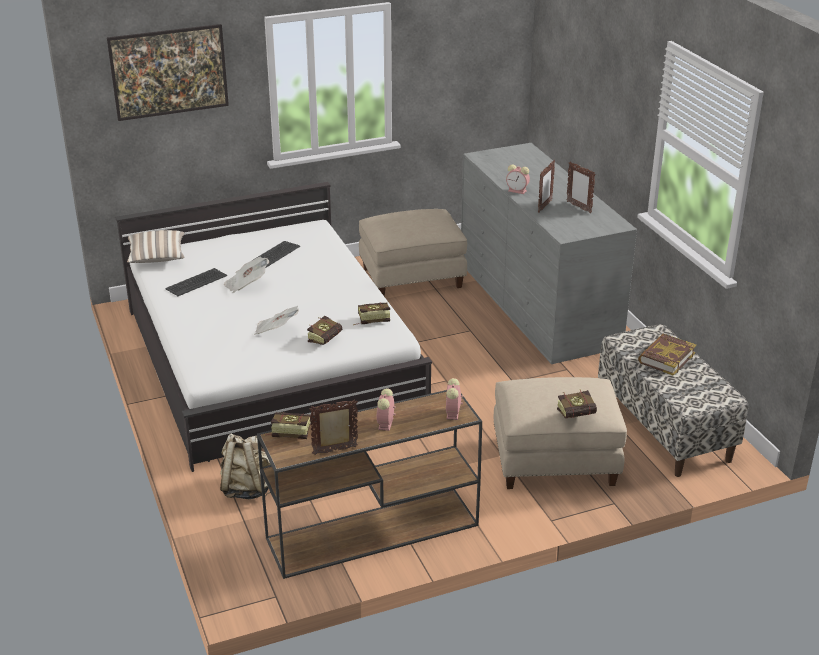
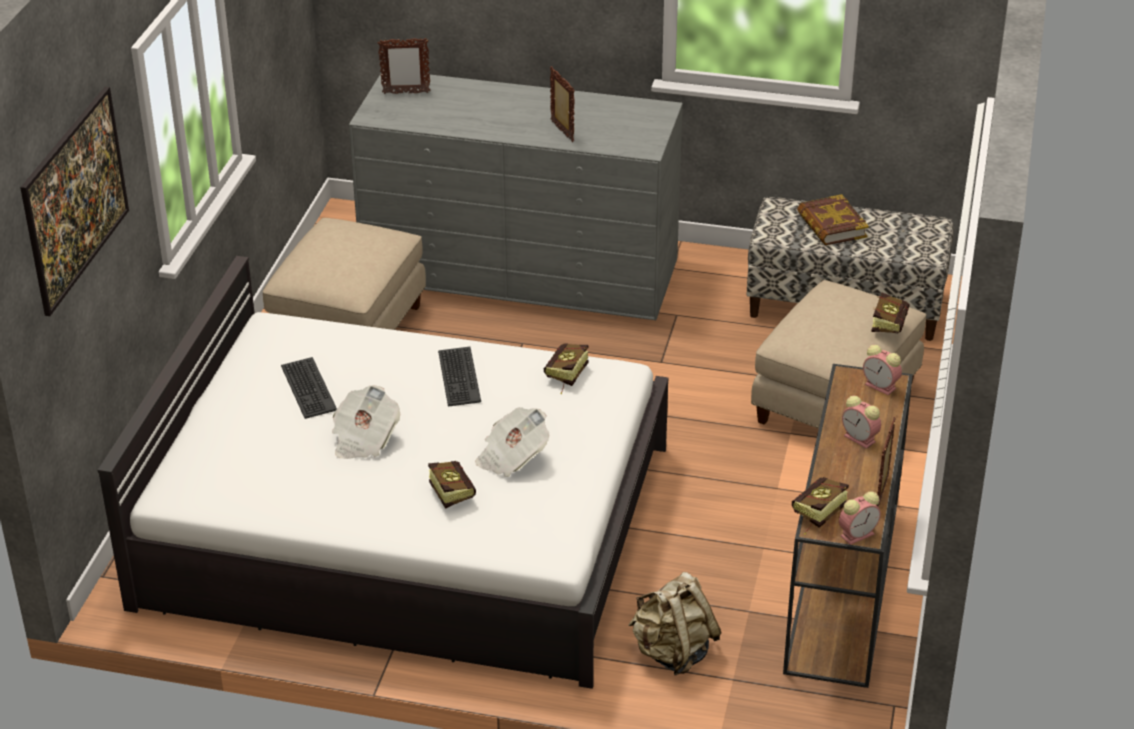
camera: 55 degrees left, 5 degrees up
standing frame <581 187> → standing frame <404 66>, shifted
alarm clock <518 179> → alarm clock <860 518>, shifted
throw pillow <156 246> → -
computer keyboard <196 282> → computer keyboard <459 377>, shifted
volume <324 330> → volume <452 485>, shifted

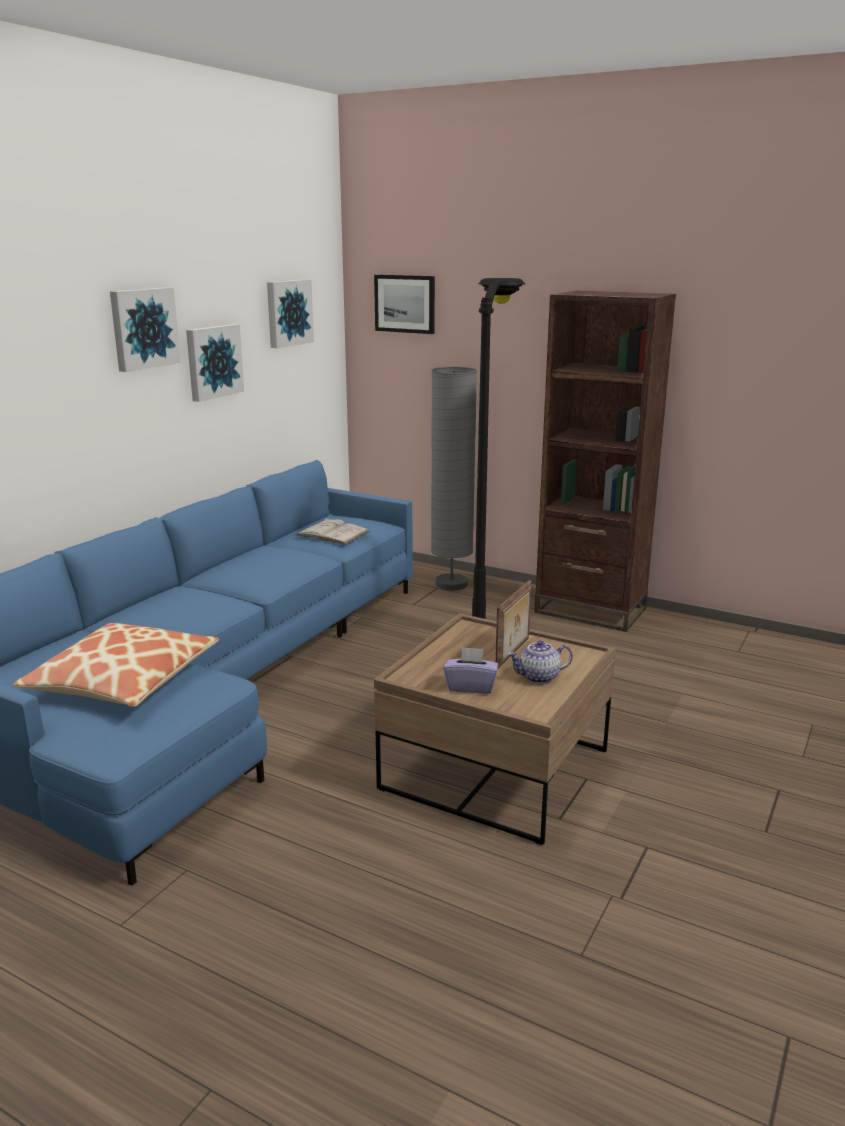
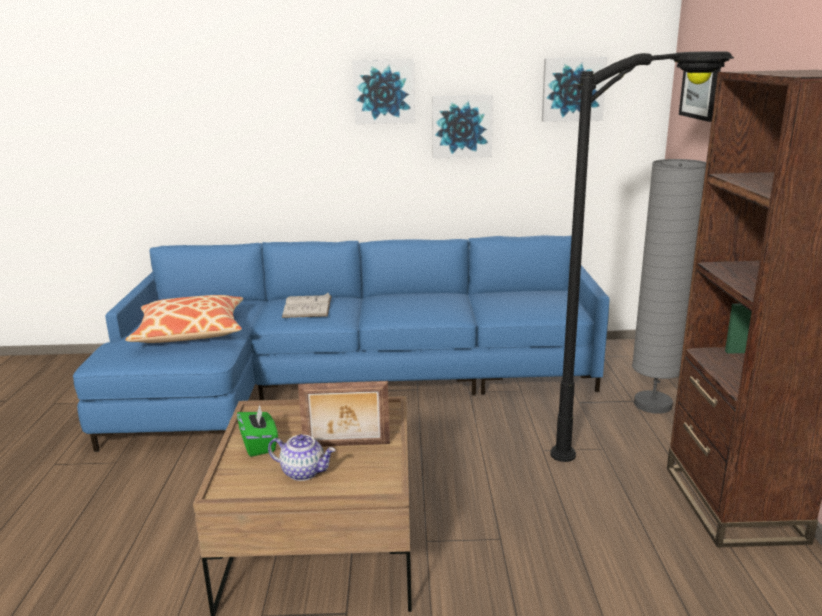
camera: 60 degrees right, 0 degrees up
volume in white-coloured <333 531> → volume in white-coloured <307 305>, shifted
teapot <540 662> → teapot <302 457>, 150 degrees clockwise
tissue holder in purplish <470 670> → tissue holder in green-coloured <257 430>

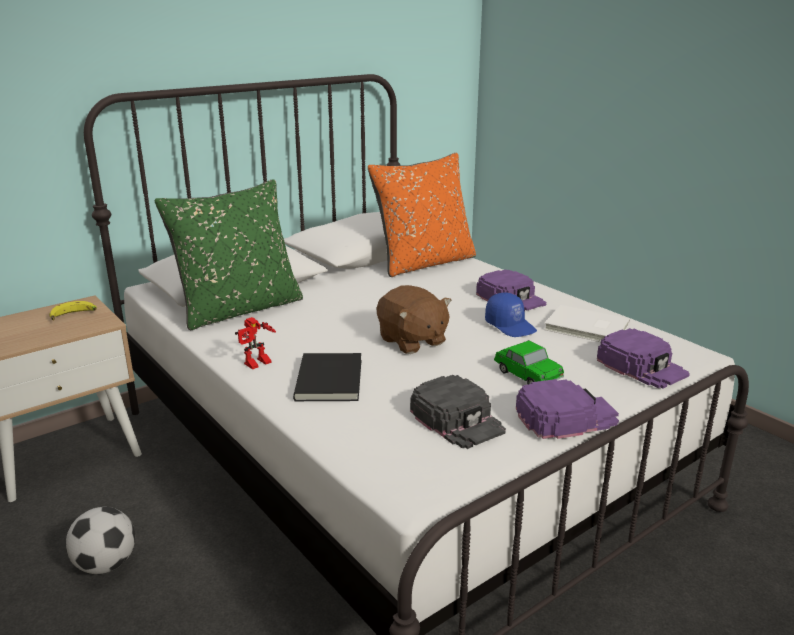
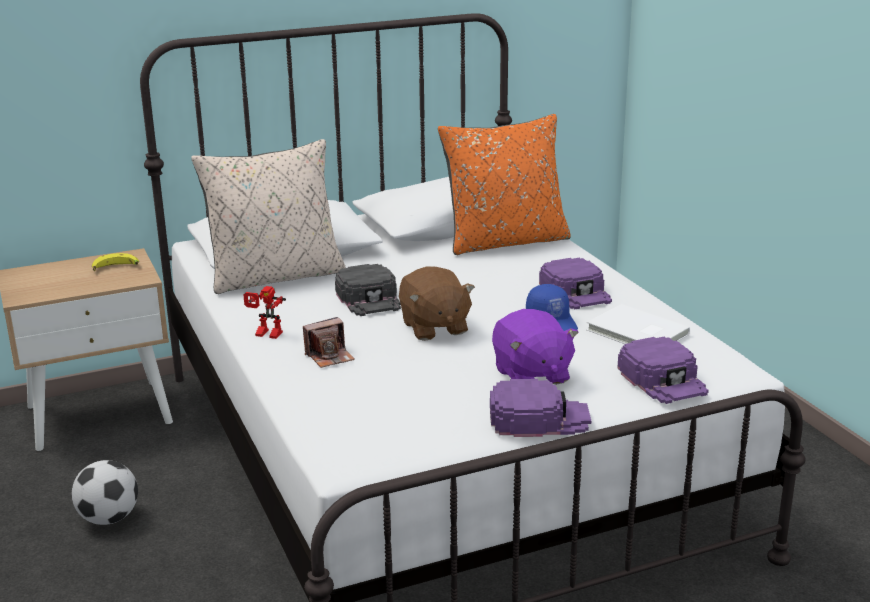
camera: 15 degrees right, 0 degrees up
throw pillow in green-coloured <229 254> → throw pillow in sand-coloured <268 216>
toy robot <255 343> → toy robot <265 312>, 45 degrees clockwise
miniature car <529 362> → soft toy in purplish <535 347>
volume in black <327 377> → still camera <329 342>
baseball cap in black <458 412> → baseball cap in black <368 290>, shifted

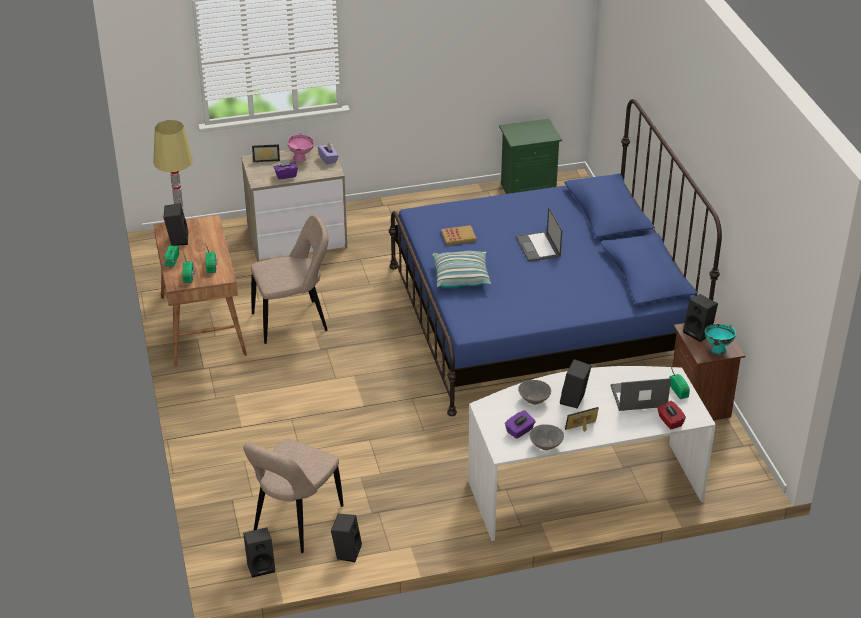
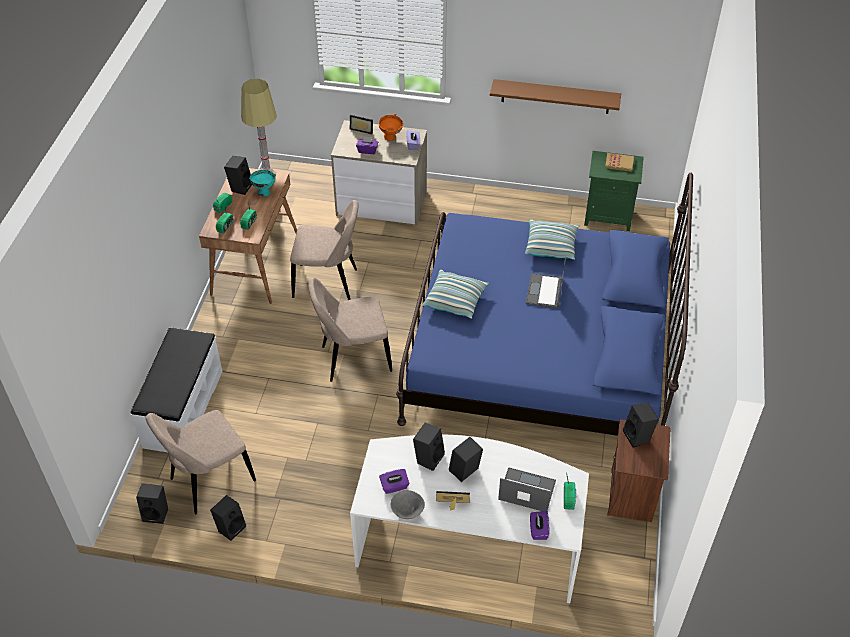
camera: 25 degrees right, 10 degrees up
serving bowl in pinkish <300 147> → serving bowl in orange-coloured <391 127>
volume <458 235> → volume <619 162>, shifted
serving bowl in turquoise-coloured <720 339> → serving bowl in turquoise-coloured <262 183>, shifted
serving bowl in greyish <534 392> → audio speaker in black <429 447>
tissue holder in reddish <671 415> → tissue holder in purplish <540 525>
- → bracket shelf in brown-coloured <555 96>
- → throw pillow <552 239>
- → upright chair in sand-coloured <350 330>
- → bench in white-coloured <177 389>

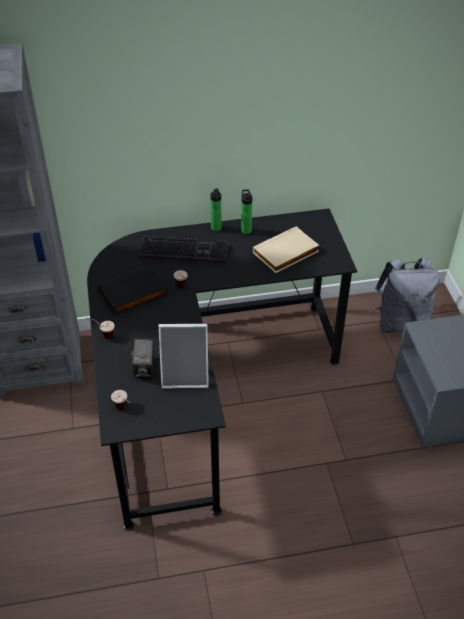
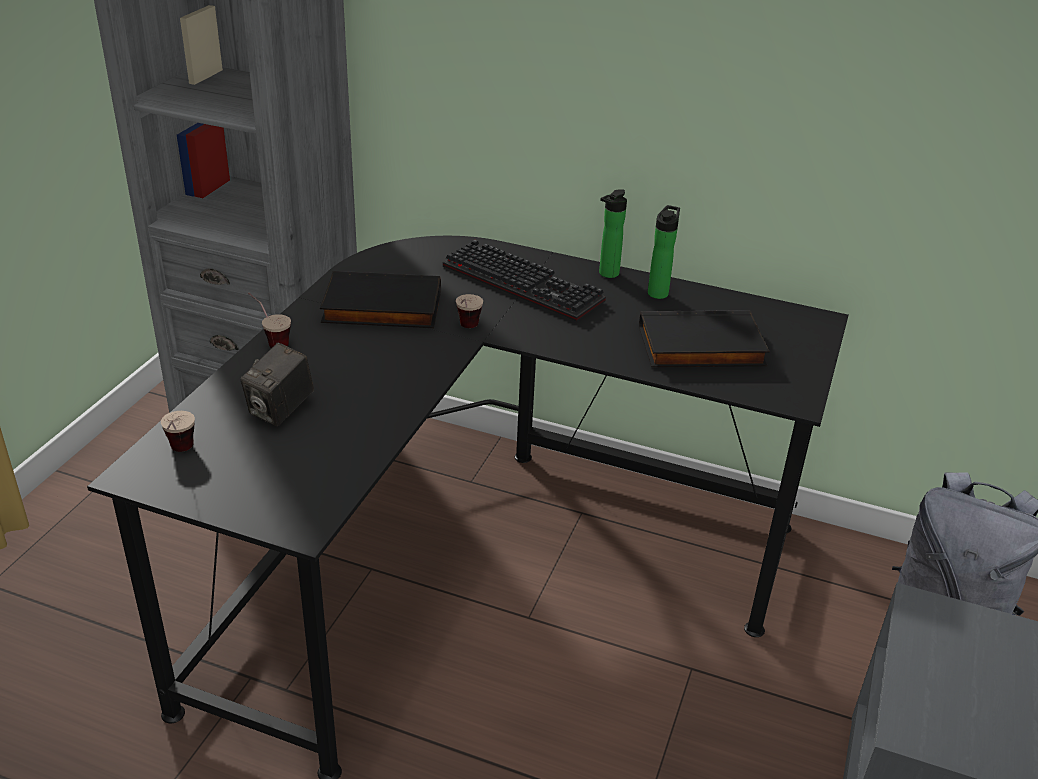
camera: 30 degrees right, 10 degrees down
volume in sand-coloured <286 249> → volume in black <704 339>
standing frame <184 356> → -

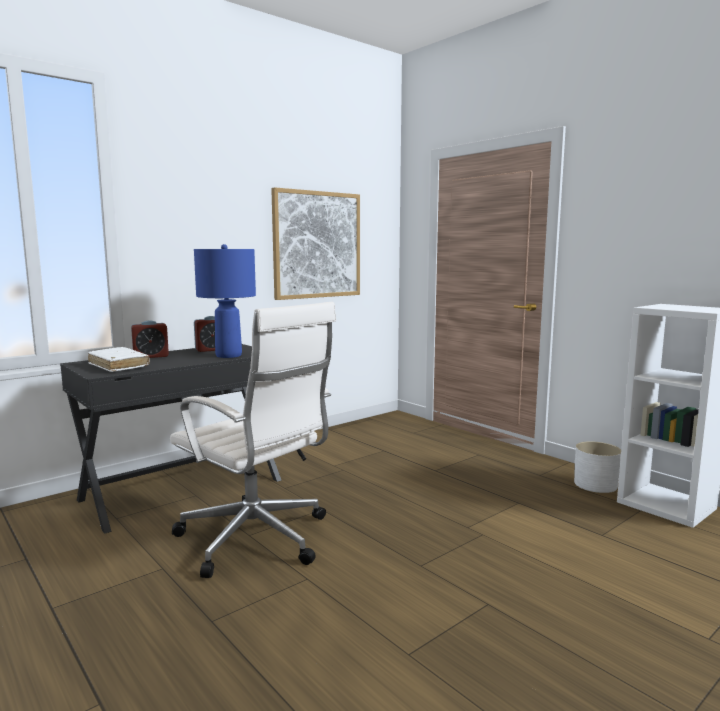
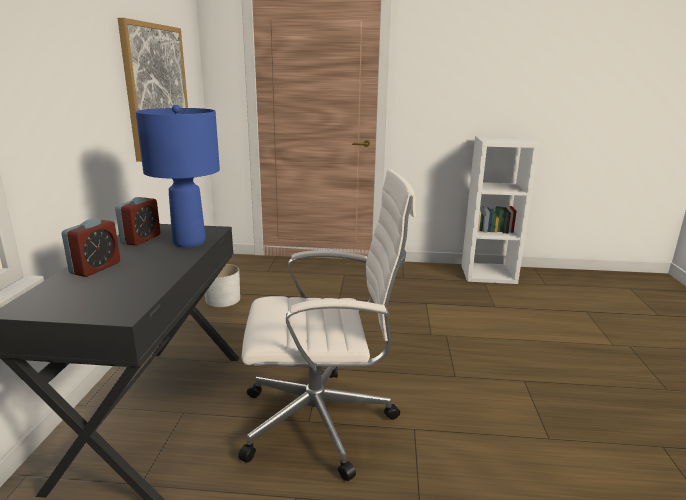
camera: 45 degrees left, 10 degrees up
volume in white-coloured <119 359> → -
planter in white-coloured <597 467> → planter in white-coloured <222 285>, shifted

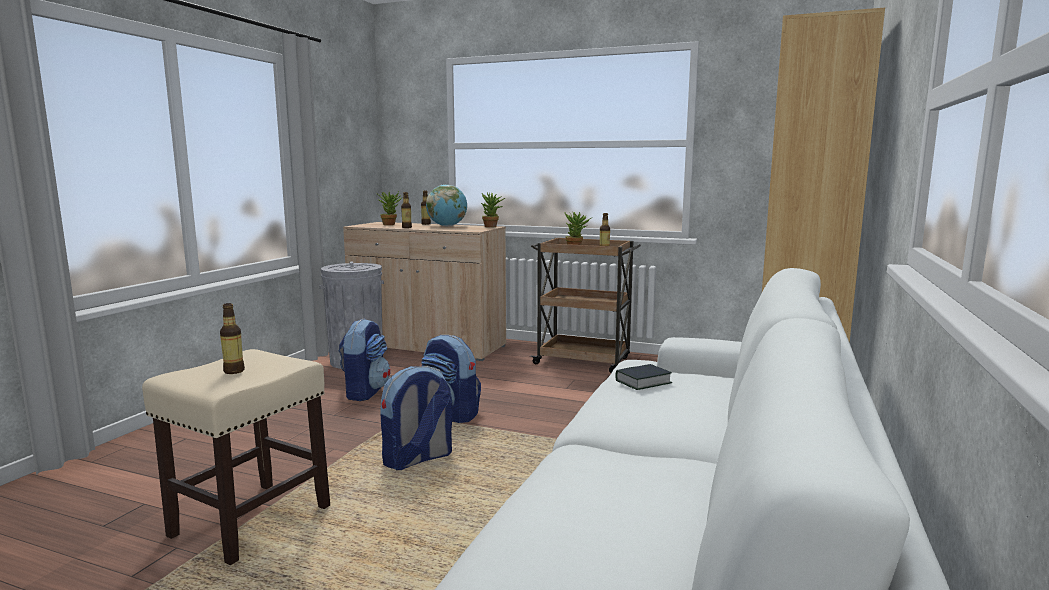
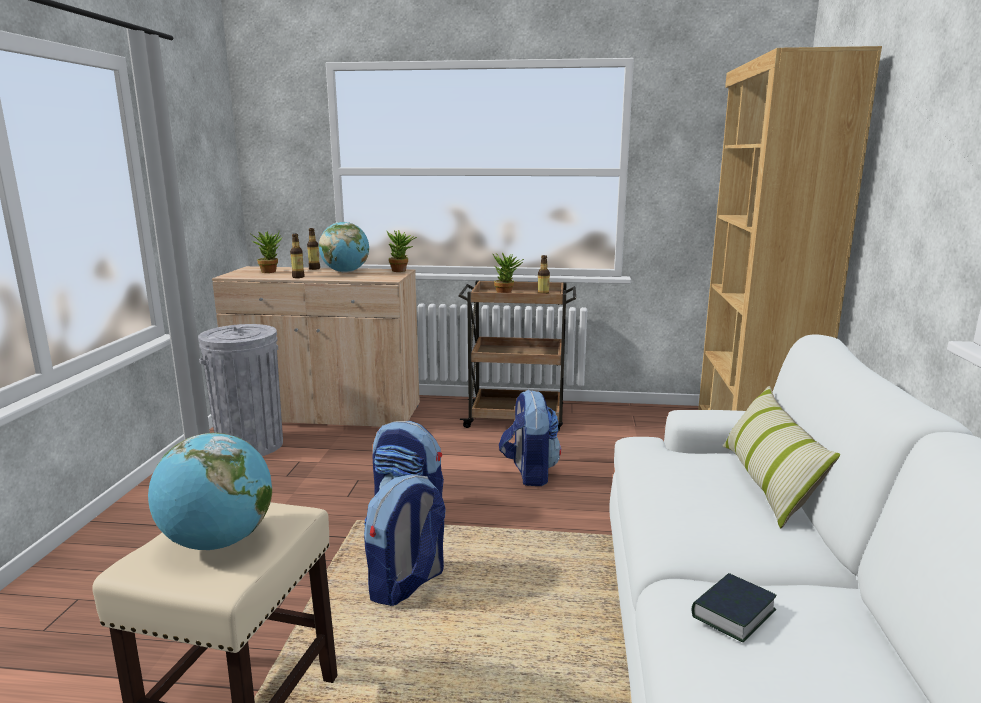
camera: 15 degrees left, 5 degrees up
bottle <232 338> → world globe <210 491>
backpack <364 360> → backpack <530 437>, shifted
volume <643 377> → volume <734 607>, shifted
- → throw pillow <781 457>

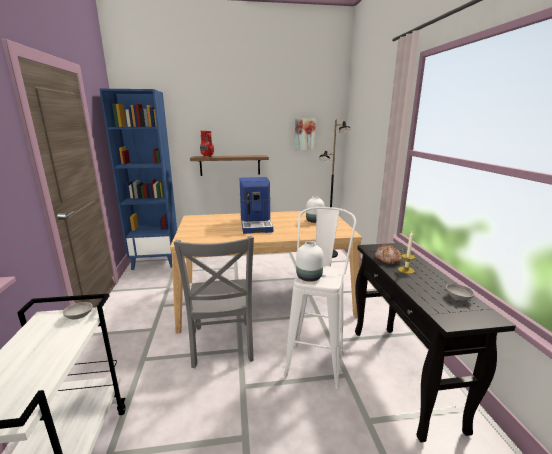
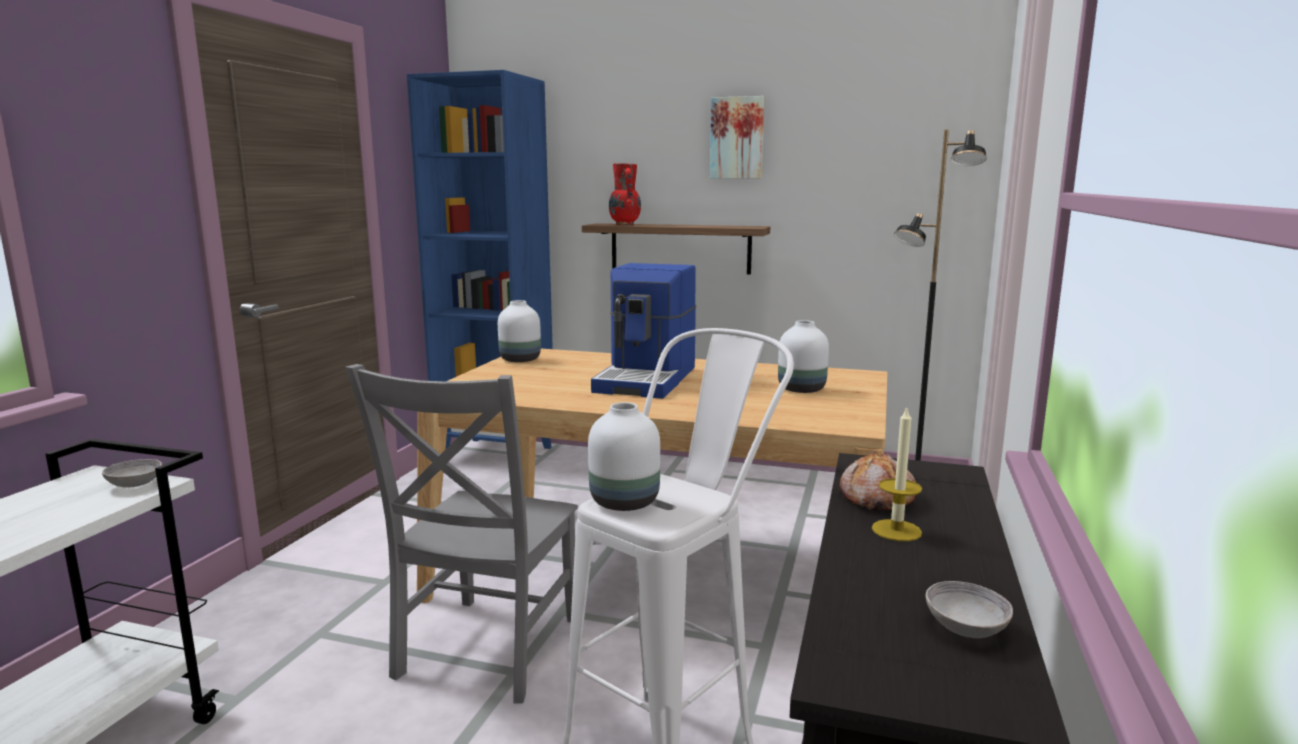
camera: 25 degrees right, 5 degrees down
picture <305 134> → picture <737 137>, shifted
- → flower vase in white-coloured <519 331>

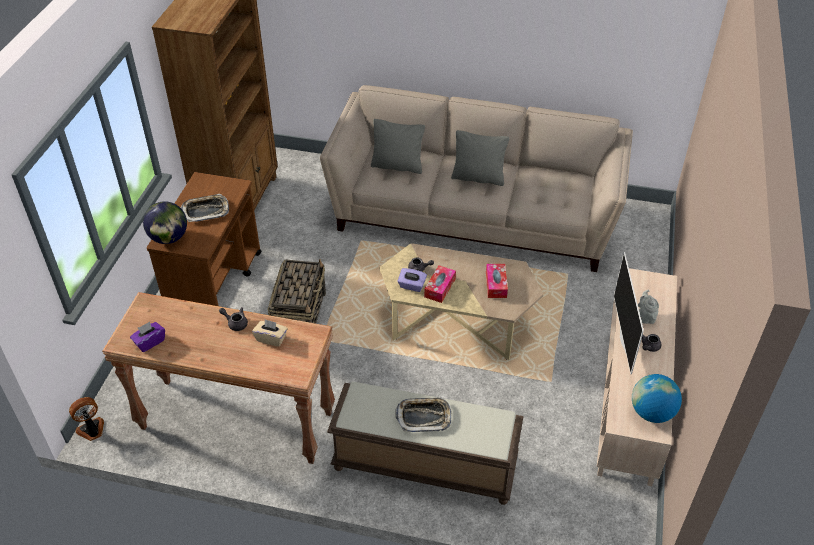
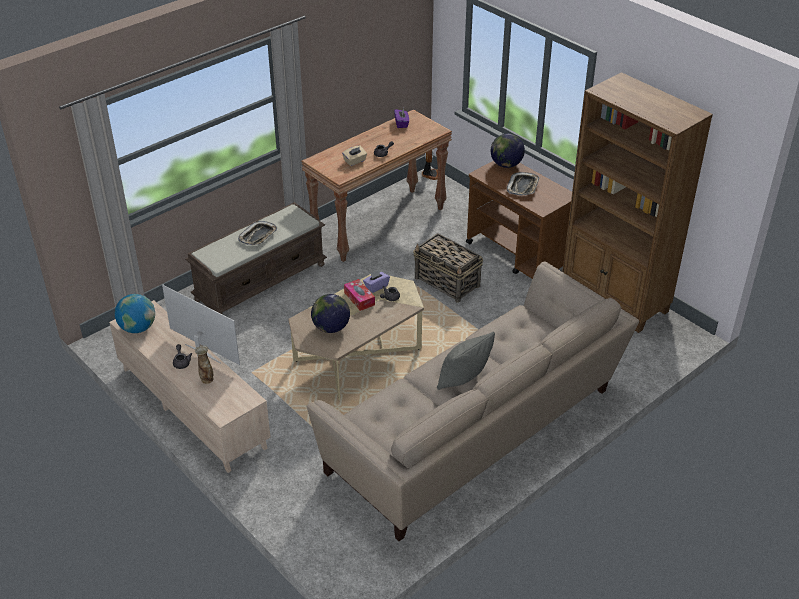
camera: 125 degrees right, 5 degrees down
throw pillow in greyish <398 146> → -
tissue holder <497 281> → world globe <330 313>
teapot in greyish <648 306> → flower vase <204 364>

